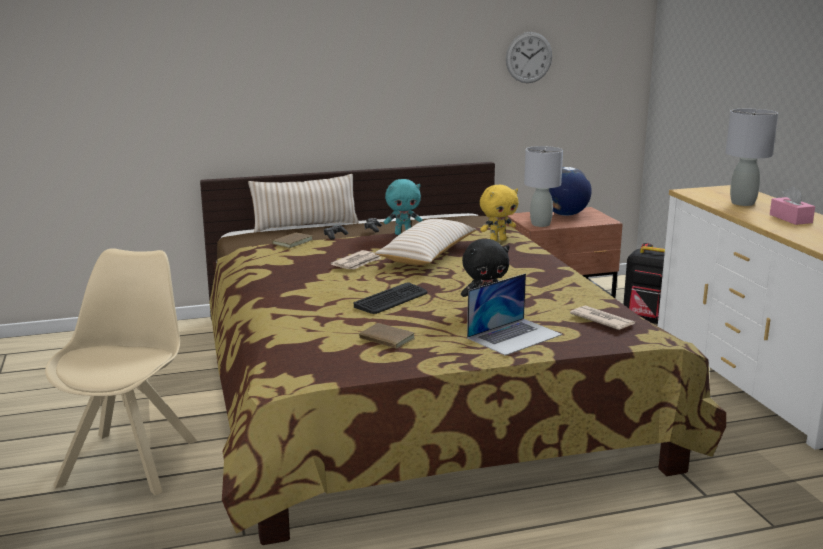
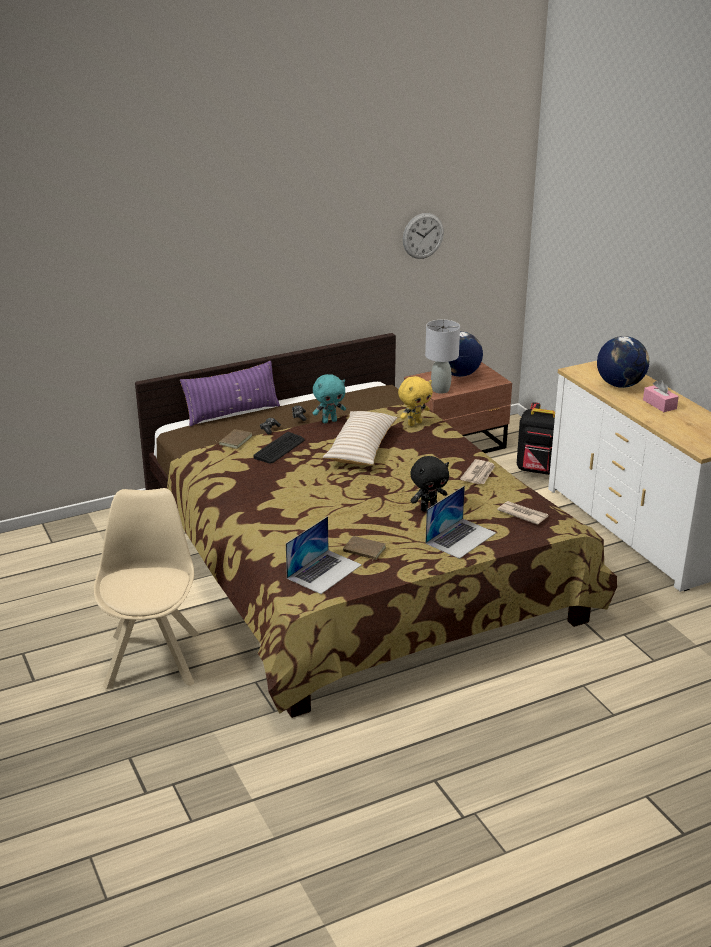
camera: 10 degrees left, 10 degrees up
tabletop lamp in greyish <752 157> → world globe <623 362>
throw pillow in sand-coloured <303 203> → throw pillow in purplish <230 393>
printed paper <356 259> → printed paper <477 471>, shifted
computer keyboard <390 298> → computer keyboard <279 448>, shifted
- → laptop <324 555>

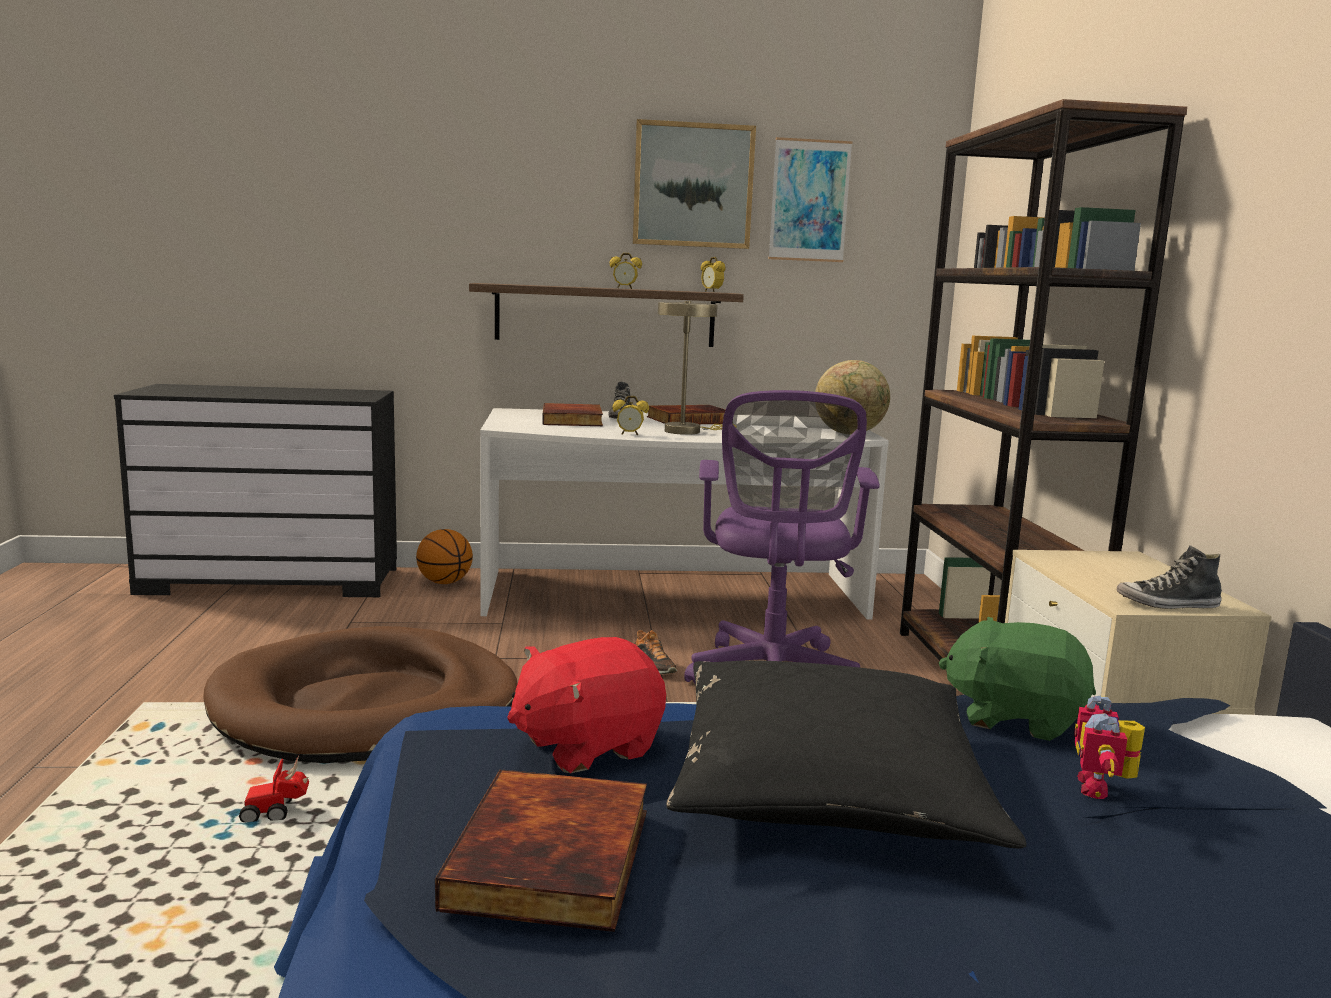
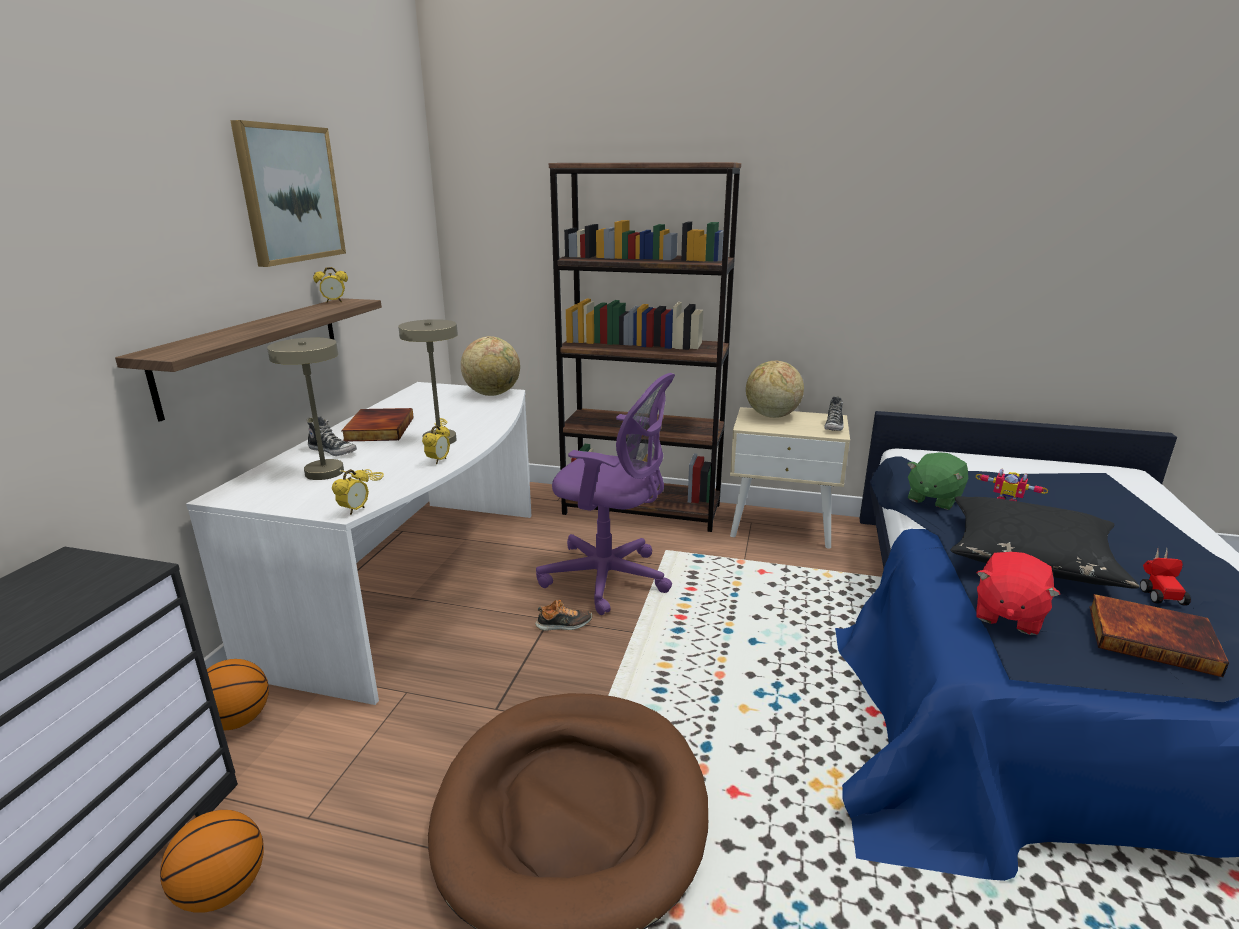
camera: 70 degrees left, 10 degrees up
picture <810 199> → -
alarm clock <625 271> → alarm clock <350 492>, shifted
volume <572 414> → tabletop lamp in sand-coloured <325 409>
soft toy in reddish <586 705> → soft toy in reddish <1018 593>, 45 degrees clockwise
miniature car <274 788> → miniature car <1165 577>, shifted
- → world globe <775 389>
- → basketball <212 861>

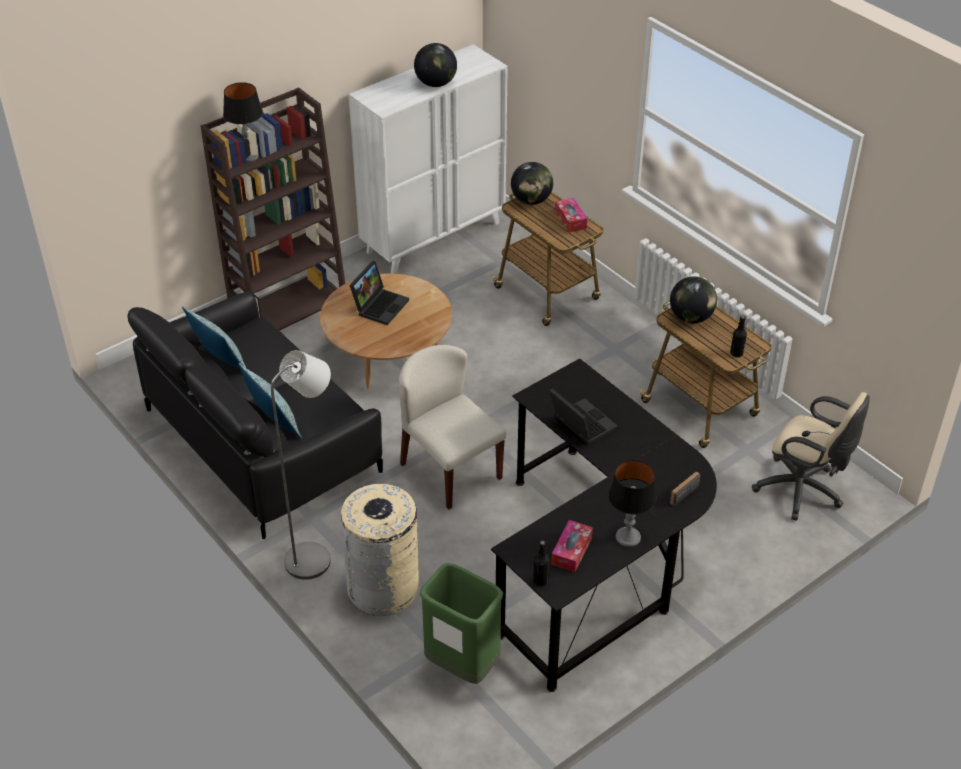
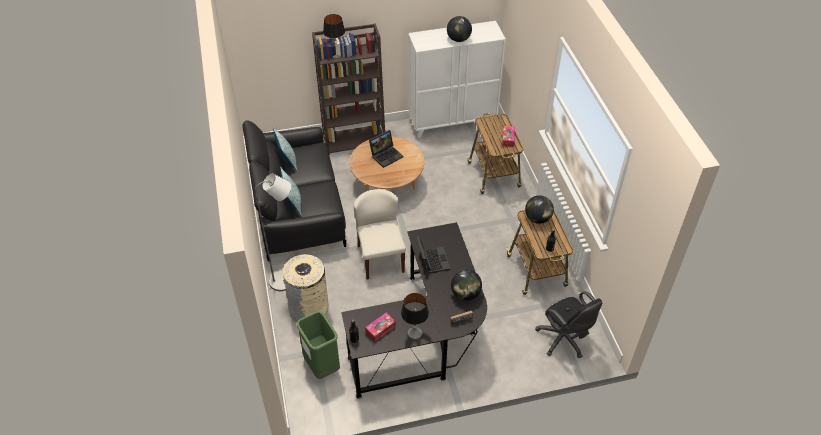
camera: 25 degrees right, 5 degrees up
world globe <532 183> → world globe <466 285>, shifted
desk chair in sand-coloured <811 456> → desk chair in black <568 324>

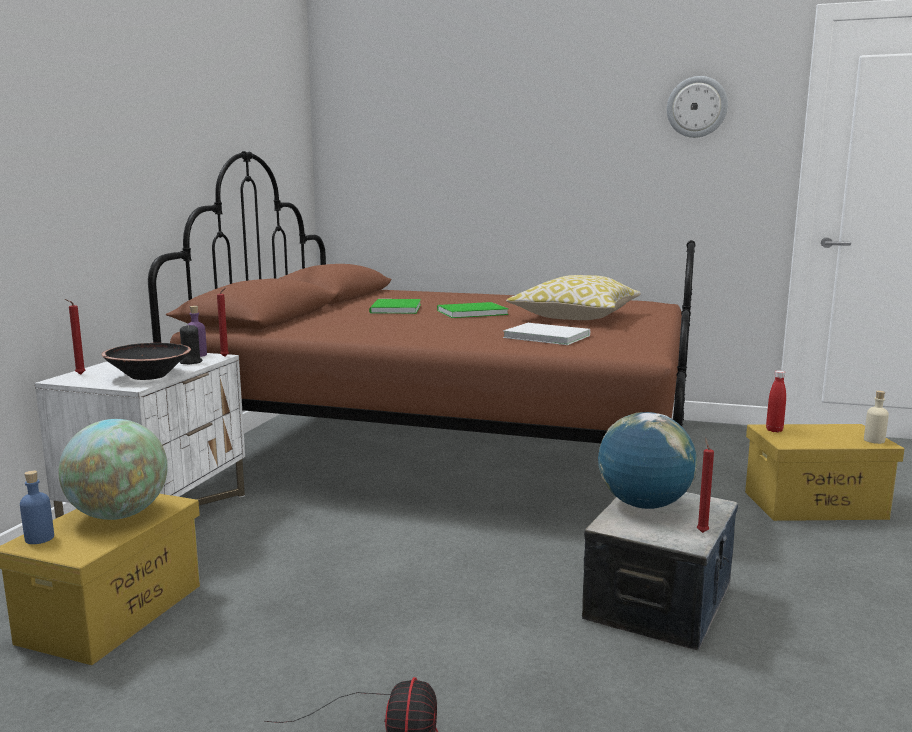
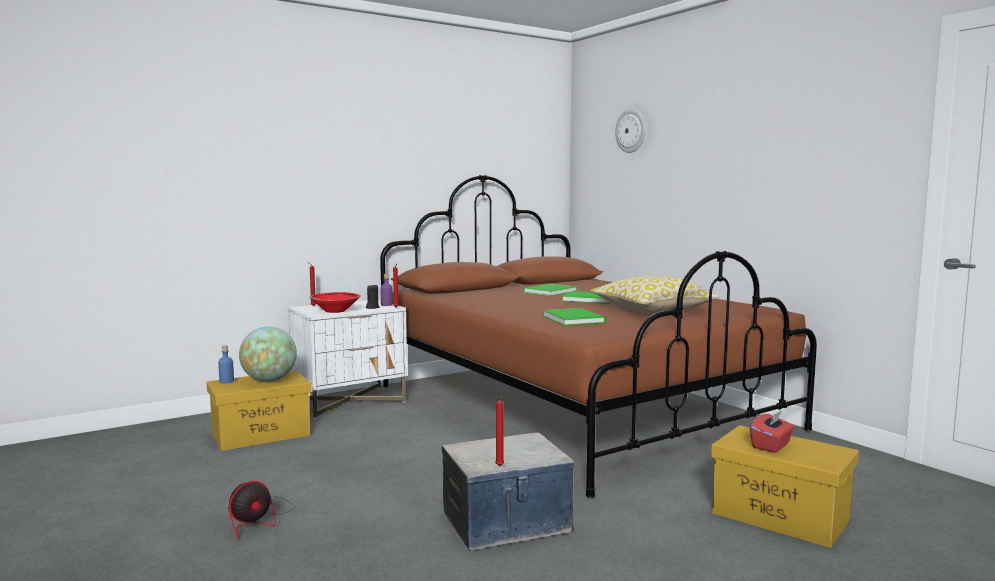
camera: 40 degrees right, 5 degrees down
wall clock <697 107> → wall clock <630 131>, shifted
volume in white-coloured <546 334> → volume in green-coloured <574 316>
serving bowl in black <146 361> → serving bowl in reddish <335 302>
bottle in reddish <776 401> → -
bottle in sand-coloured <876 417> → -
world globe <647 460> → -
- → tissue holder in reddish <772 431>

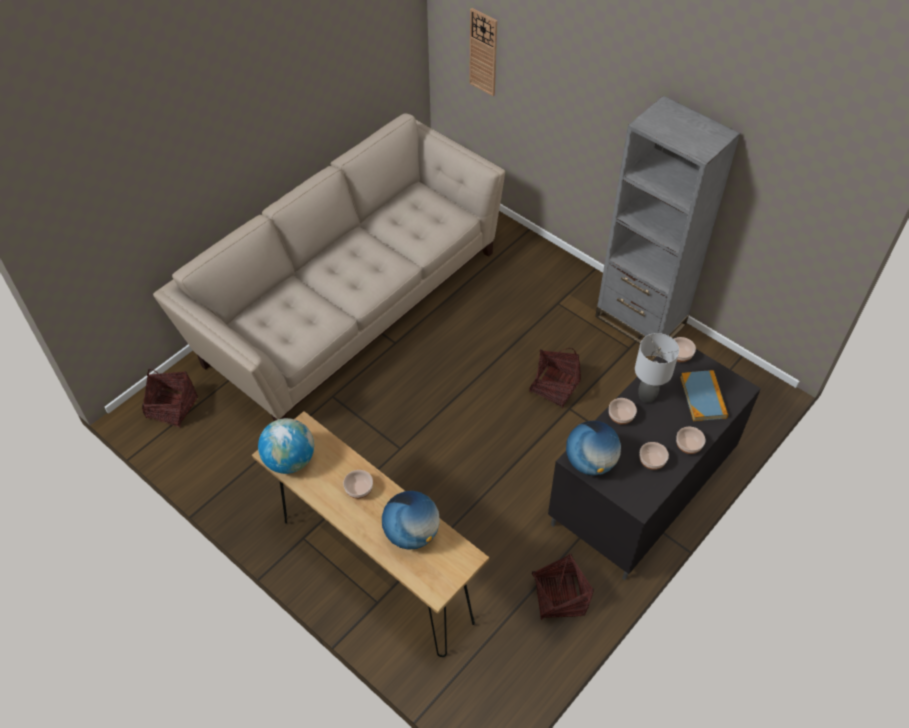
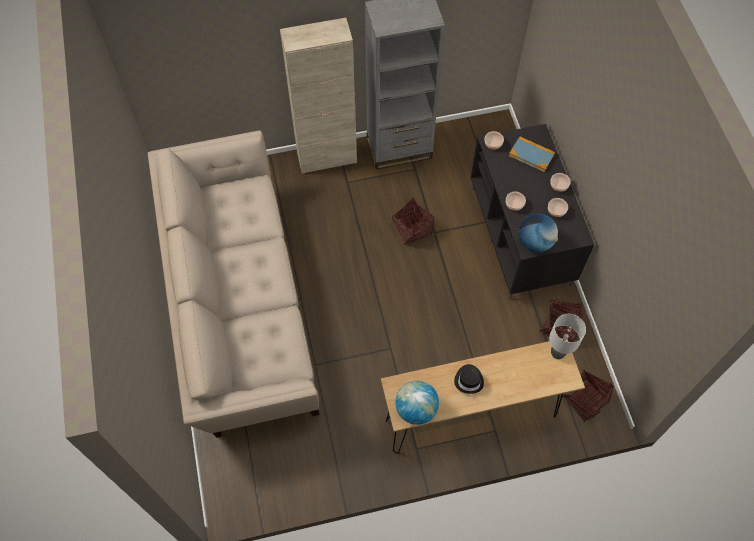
camera: 55 degrees left, 10 degrees up
wall clock <483 52> → -
tabletop lamp in greyish <657 368> → tabletop lamp in greyish <567 336>, shifted
basket <170 398> → basket <587 395>, shifted
serving bowl <358 484> → clothing hat in black <469 379>
world globe <411 520> → -
- → cupboard in sand-coloured <318 96>

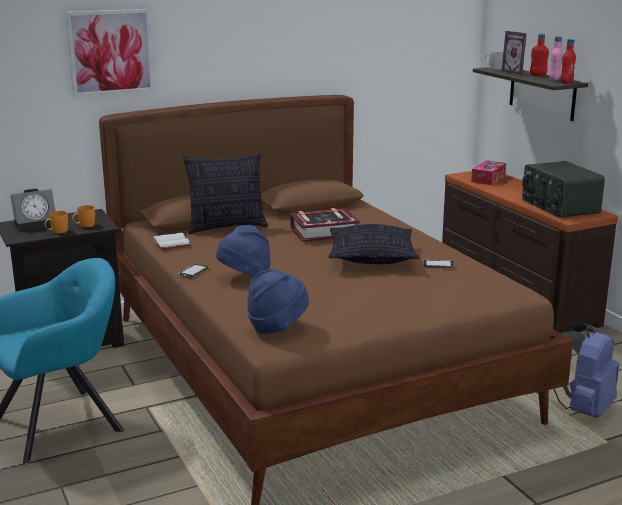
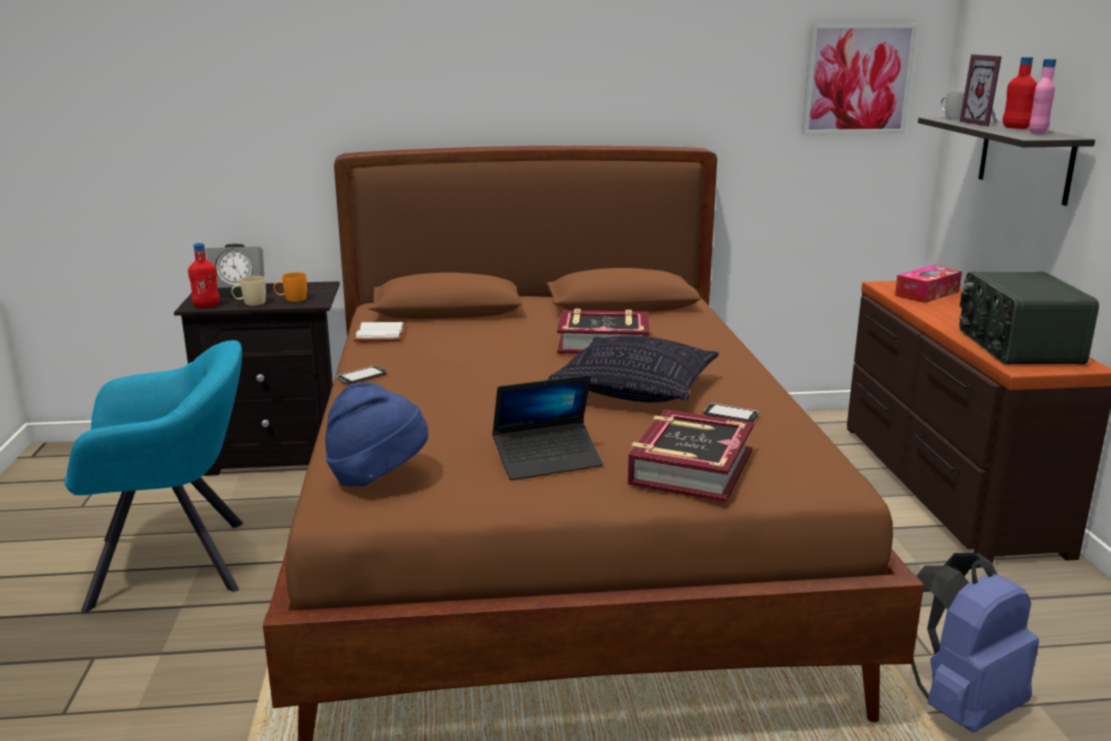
camera: 20 degrees right, 0 degrees up
picture <110 53> → picture <860 79>, shifted
bottle in reddish <568 61> → bottle in reddish <204 275>, shifted
throw pillow <225 193> → -
coffee mug in orange-coloured <56 222> → coffee mug in sand-coloured <249 291>
clothing hat in blue <243 251> → -
- → laptop <547 427>
- → volume <691 455>

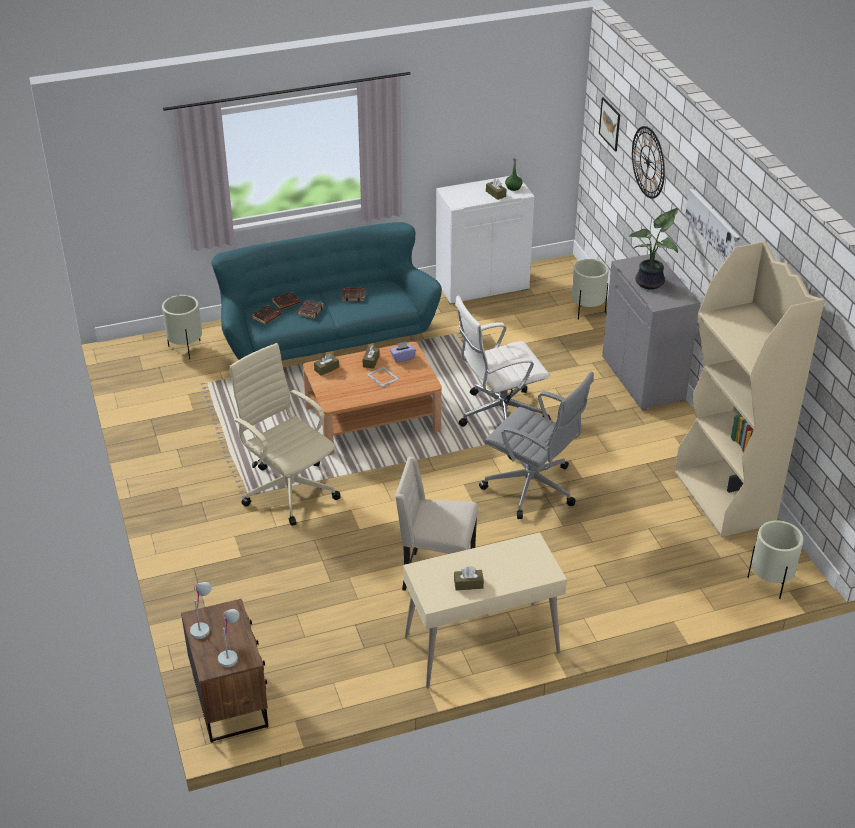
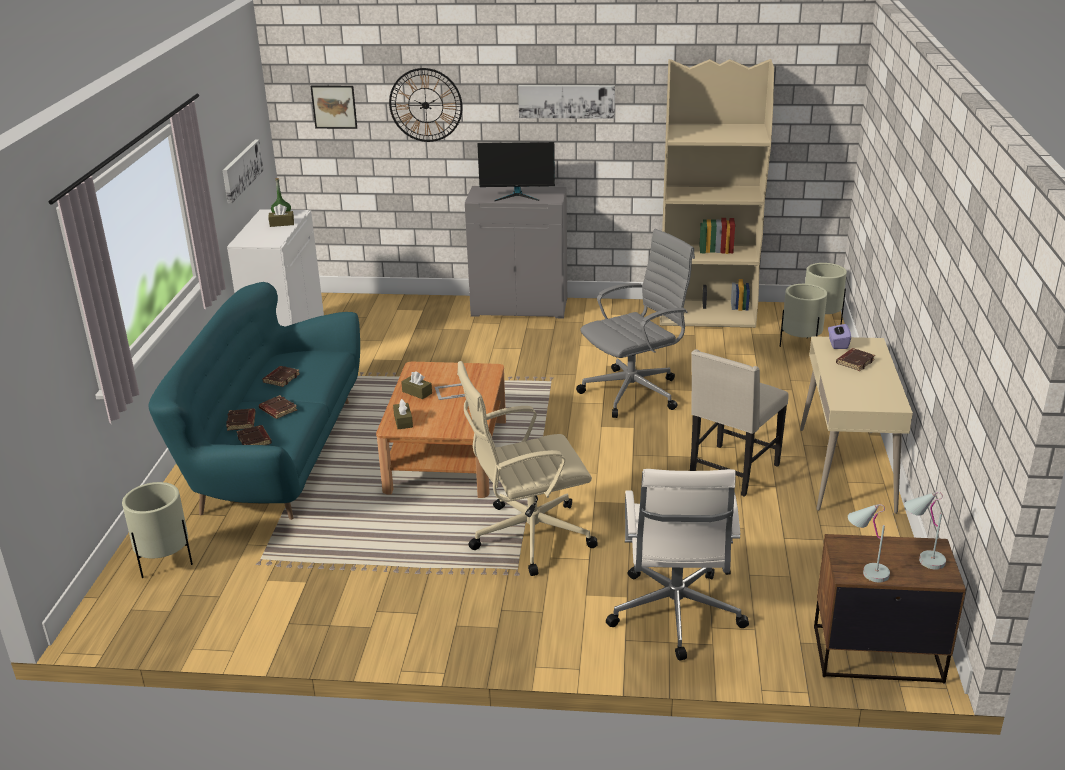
camera: 65 degrees left, 10 degrees down
plant in a pot <654 249> → computer display <516 171>
planter in sand-coloured <590 289> → planter in sand-coloured <803 315>, shifted
desk chair in white-coloured <503 361> → desk chair in white-coloured <677 565>, shifted
tissue holder in purplish <403 352> → tissue holder in purplish <839 336>, shifted
tissue holder in brown-coloured <469 578> → -
- → picture <243 171>
- → volume in brown-coloured <855 359>

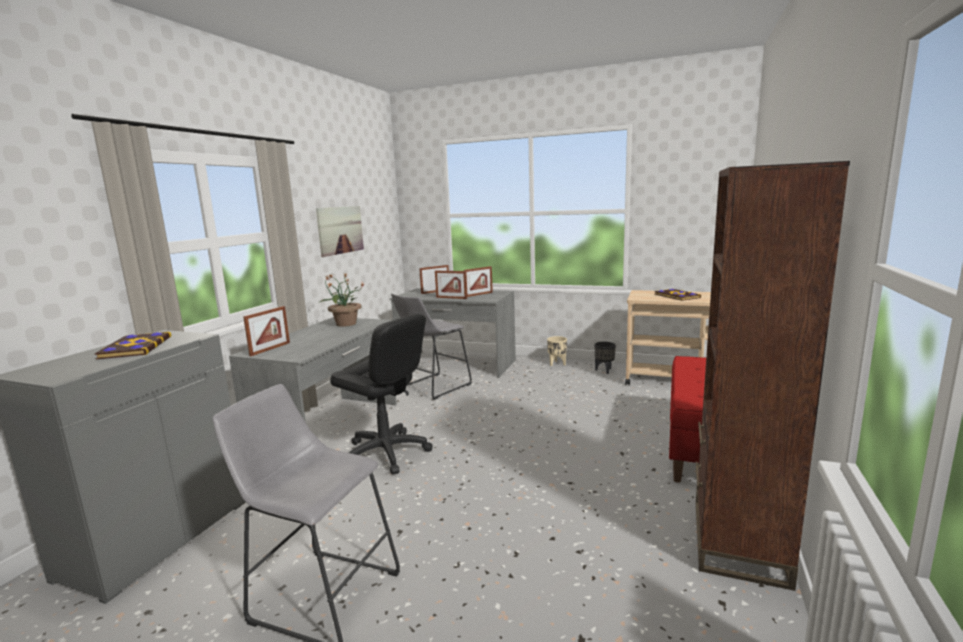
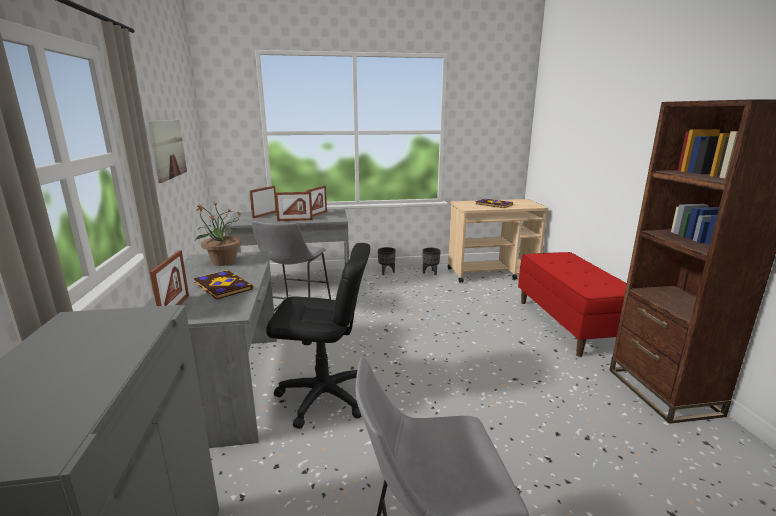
camera: 30 degrees left, 5 degrees up
volume <133 345> → volume <223 285>, shifted
planter in sand-coloured <557 351> → planter in black <387 261>

